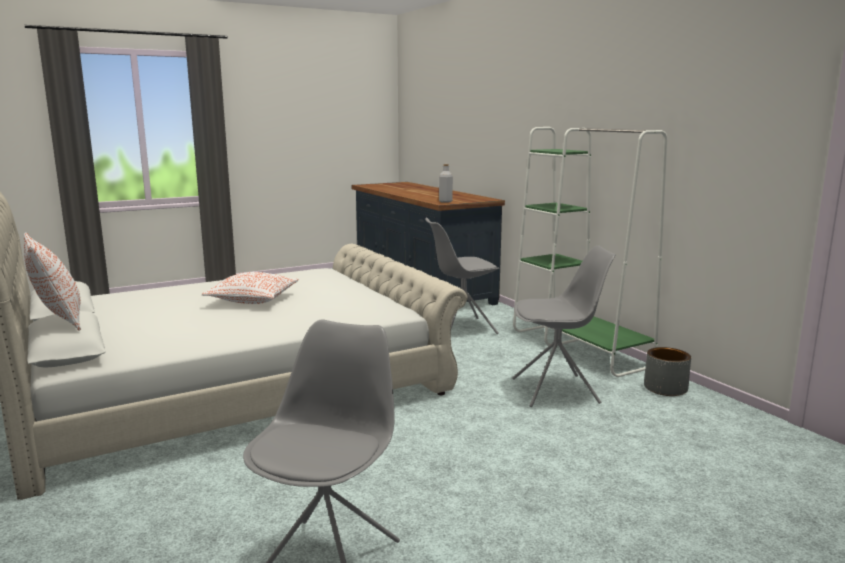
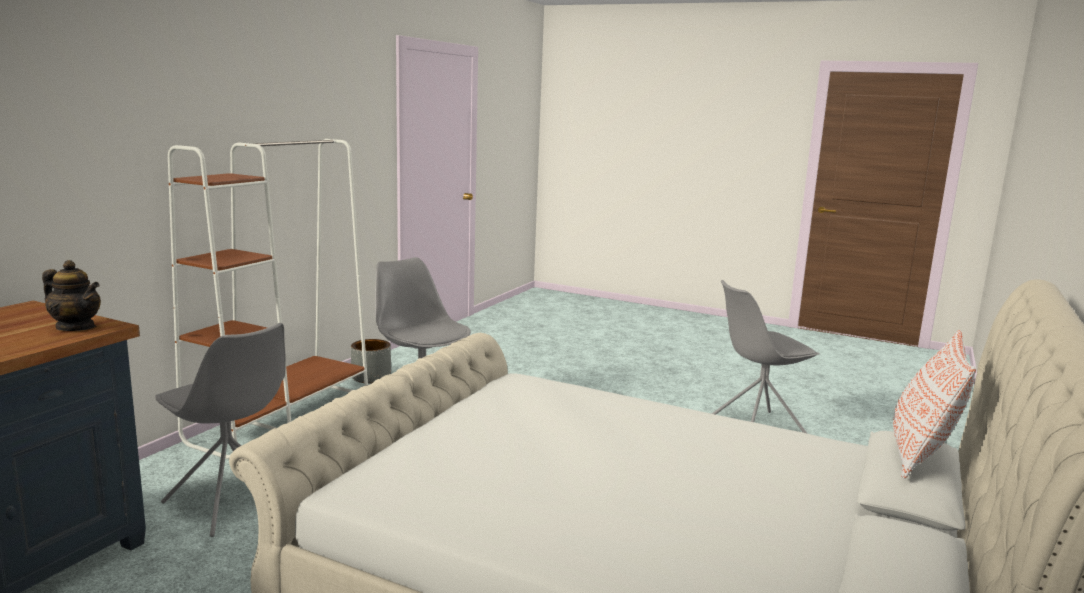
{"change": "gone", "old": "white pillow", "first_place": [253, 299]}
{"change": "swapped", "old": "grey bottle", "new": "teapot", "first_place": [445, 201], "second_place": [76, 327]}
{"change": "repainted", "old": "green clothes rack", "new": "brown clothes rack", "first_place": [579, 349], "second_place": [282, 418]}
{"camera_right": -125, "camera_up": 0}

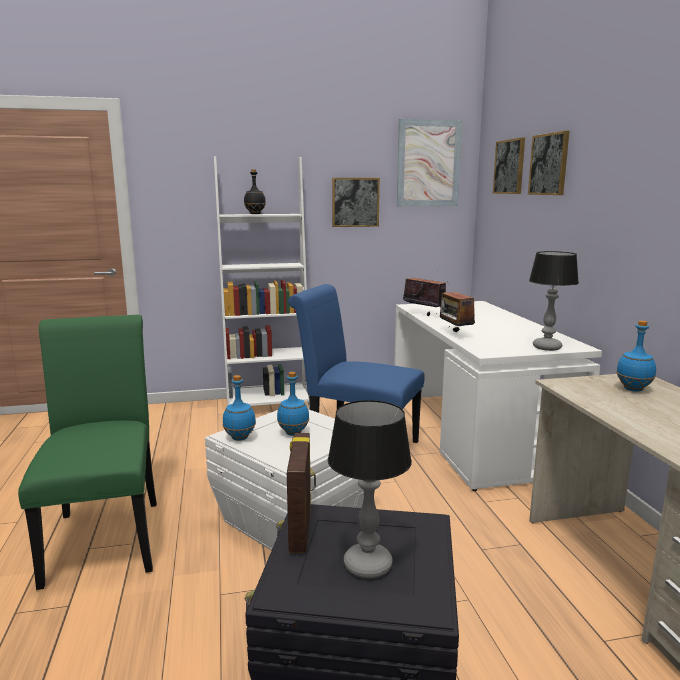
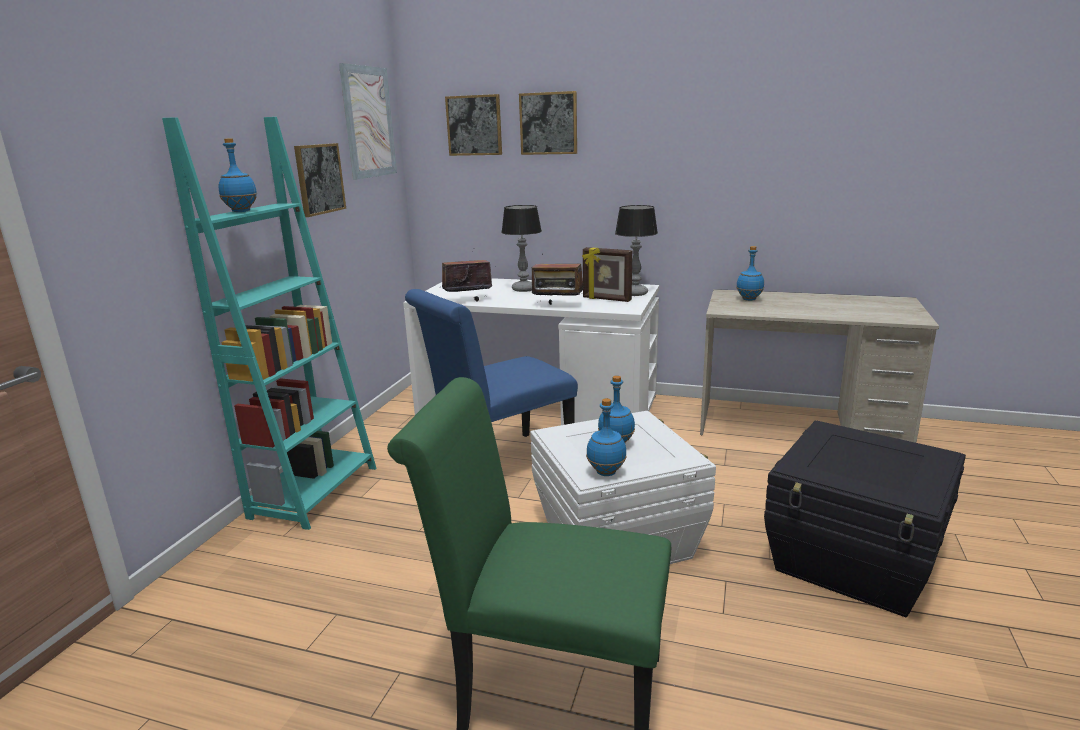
{"change": "shifted", "old": "picture frame", "first_place": [299, 528], "second_place": [606, 299]}
{"change": "shifted", "old": "table lamp", "first_place": [368, 564], "second_place": [523, 289]}
{"change": "repainted", "old": "white bookcase", "new": "turquoise bookcase", "first_place": [268, 405], "second_place": [314, 492]}
{"change": "repainted", "old": "black bottle", "new": "blue bottle", "first_place": [255, 214], "second_place": [242, 211]}
{"camera_right": -60, "camera_up": 5}

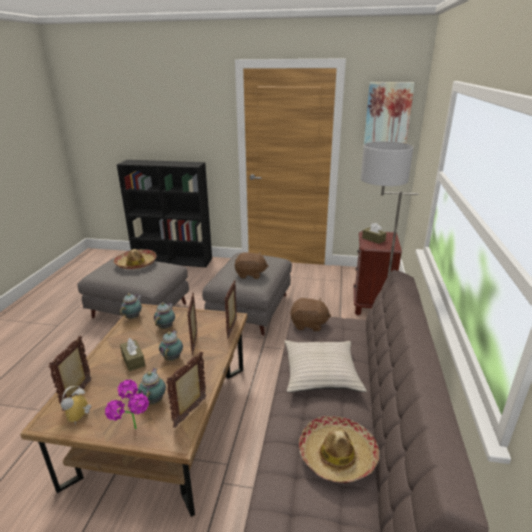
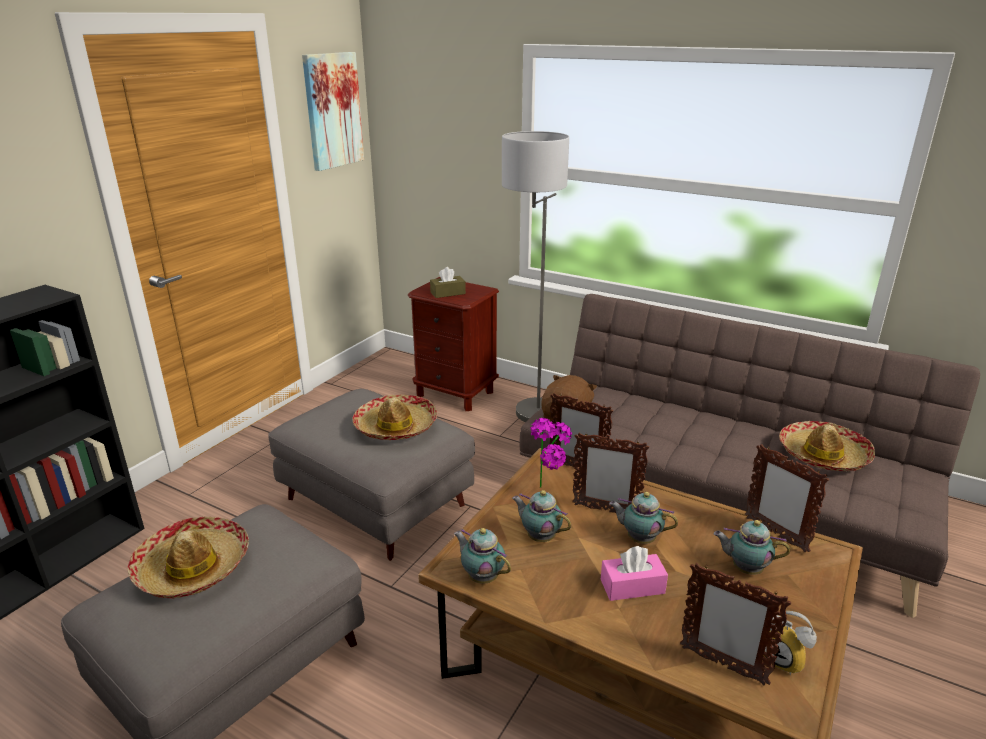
{"change": "gone", "old": "beige pillow", "first_place": [321, 373]}
{"change": "shifted", "old": "potted plant", "first_place": [135, 435], "second_place": [550, 488]}
{"change": "swapped", "old": "brown plush toy", "new": "hat", "first_place": [250, 274], "second_place": [396, 427]}
{"change": "repainted", "old": "brown tissue box", "new": "pink tissue box", "first_place": [133, 360], "second_place": [632, 586]}
{"camera_right": -70, "camera_up": 0}

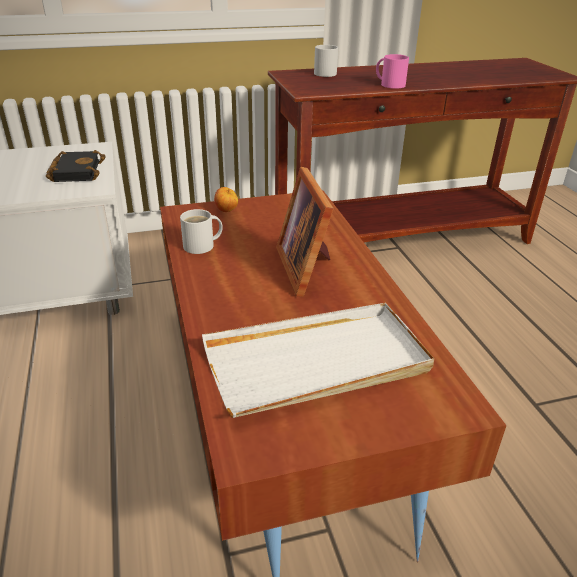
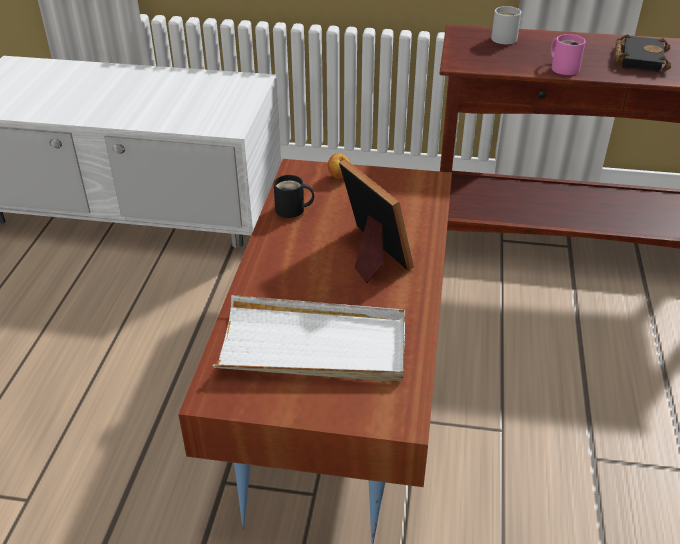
{"change": "shifted", "old": "black book", "first_place": [75, 171], "second_place": [638, 58]}
{"change": "repainted", "old": "white mug", "new": "black mug", "first_place": [202, 246], "second_place": [292, 210]}
{"change": "rotated", "old": "picture frame", "first_place": [307, 267], "second_place": [371, 255], "degrees": 135}
{"camera_right": 25, "camera_up": 5}

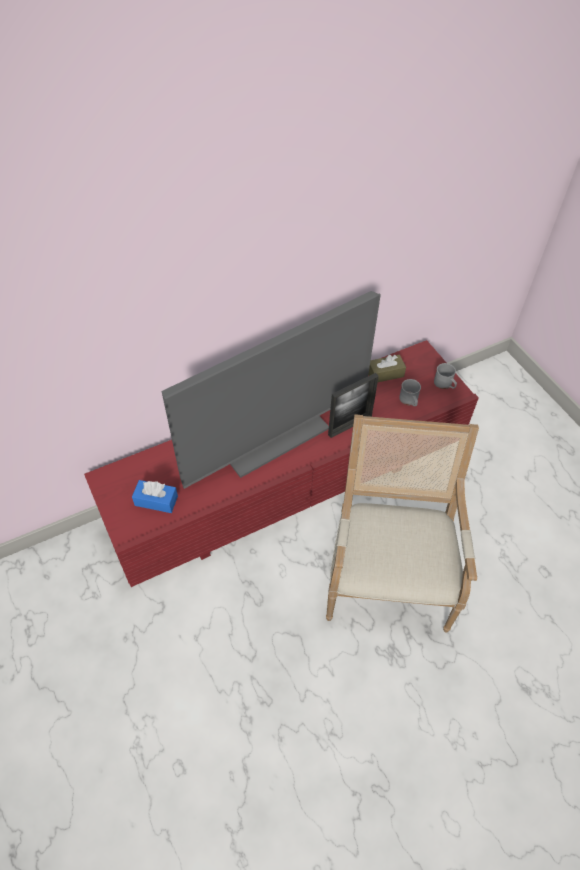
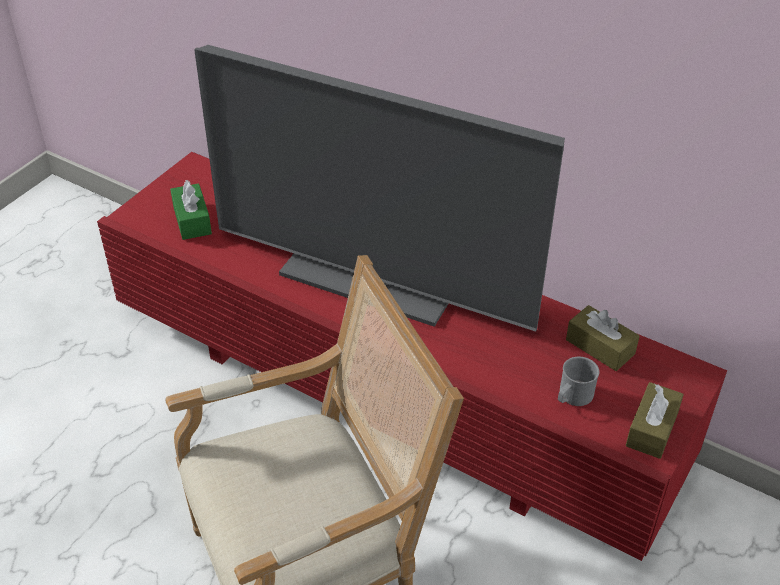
{"change": "gone", "old": "picture frame", "first_place": [350, 425]}
{"change": "swapped", "old": "grey mug", "new": "brown tissue box", "first_place": [444, 384], "second_place": [652, 429]}
{"change": "repainted", "old": "blue tissue box", "new": "green tissue box", "first_place": [156, 501], "second_place": [192, 220]}
{"camera_right": 60, "camera_up": -10}

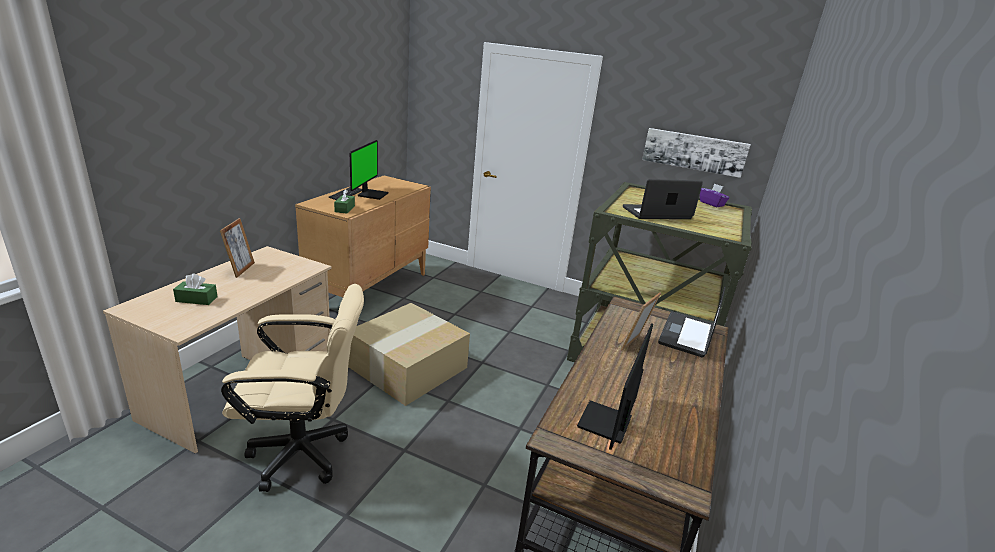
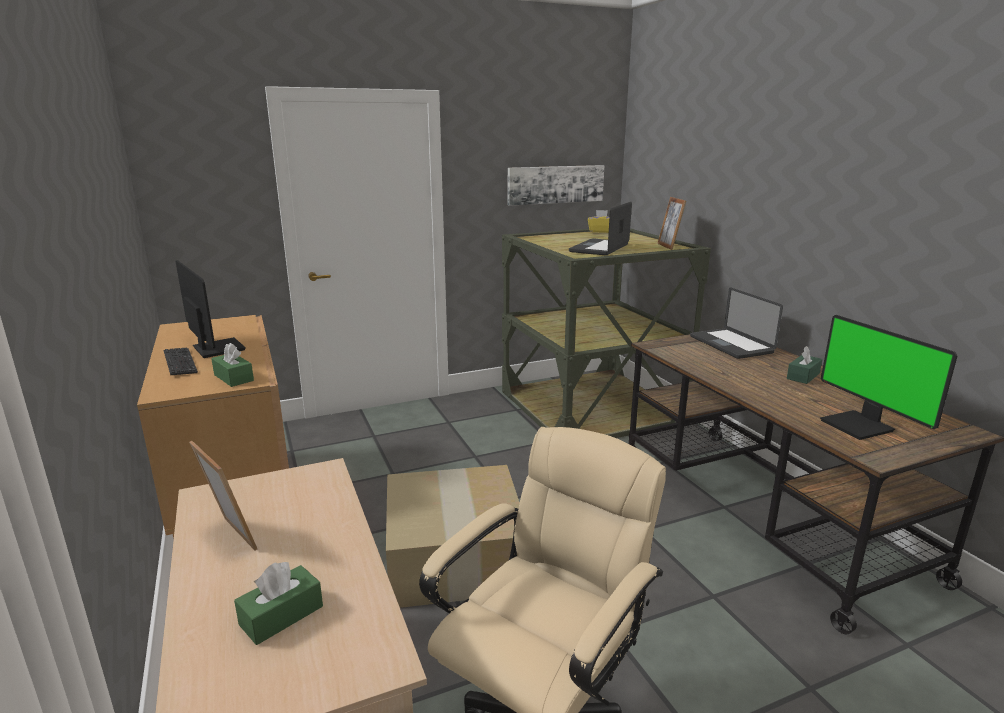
{"change": "new", "new": "green tissue box", "second_place": [803, 376]}
{"change": "shifted", "old": "picture frame", "first_place": [635, 344], "second_place": [669, 246]}
{"change": "repainted", "old": "purple tissue box", "new": "yellow tissue box", "first_place": [711, 204], "second_place": [600, 231]}
{"camera_right": -45, "camera_up": -5}

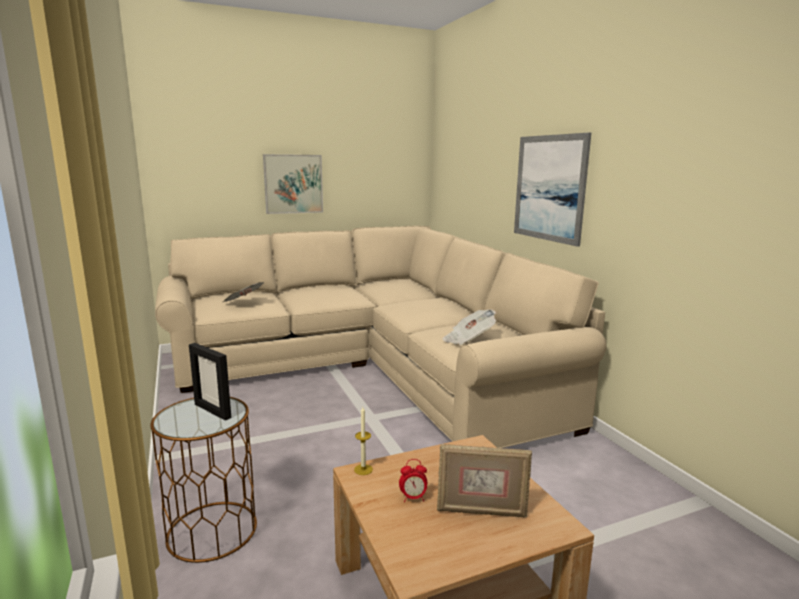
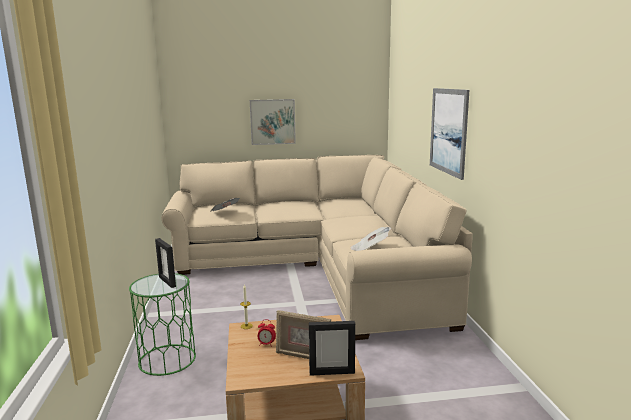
{"change": "new", "new": "picture frame", "second_place": [332, 372]}
{"change": "repainted", "old": "brown side table", "new": "green side table", "first_place": [213, 530], "second_place": [167, 359]}
{"camera_right": 15, "camera_up": 0}

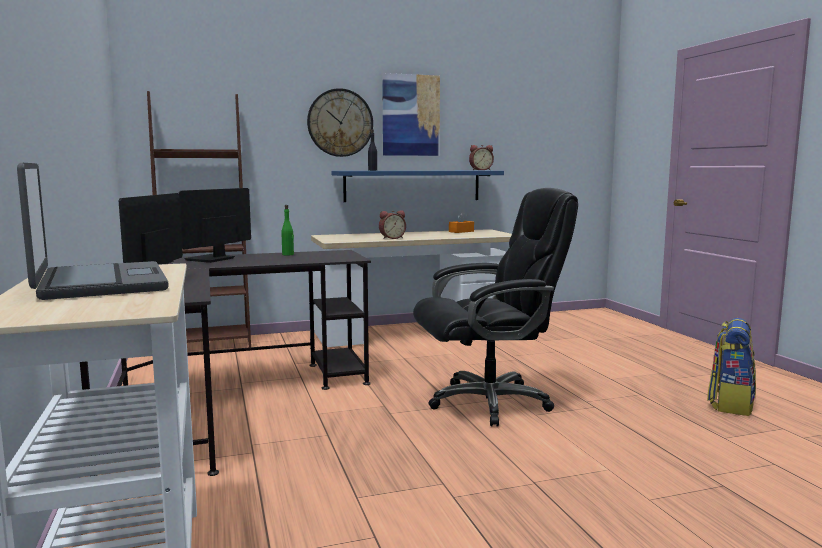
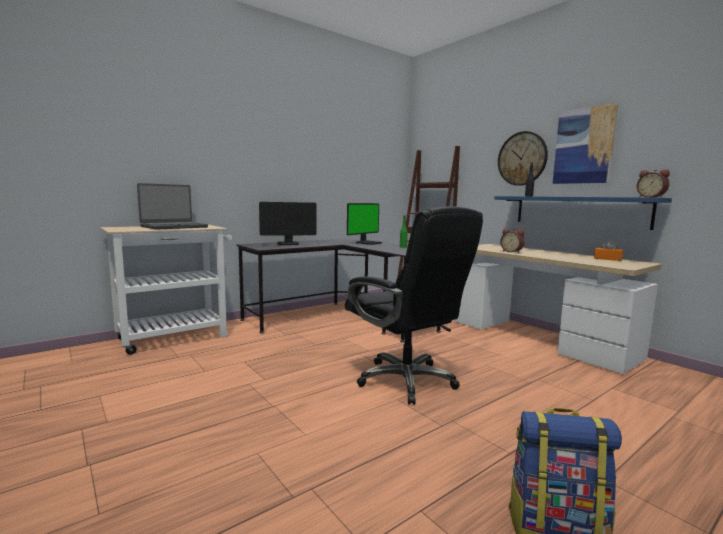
{"change": "rotated", "old": "monitor", "first_place": [211, 259], "second_place": [368, 243], "degrees": 120}
{"camera_right": 70, "camera_up": 0}

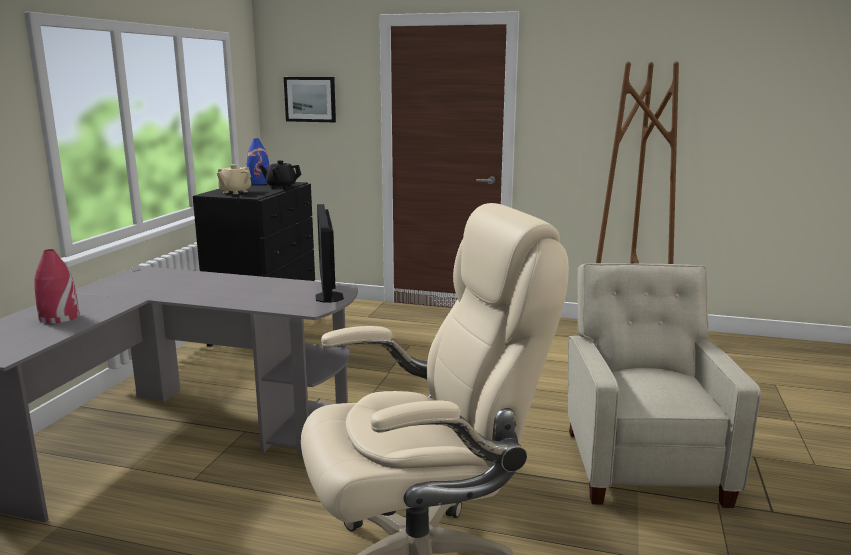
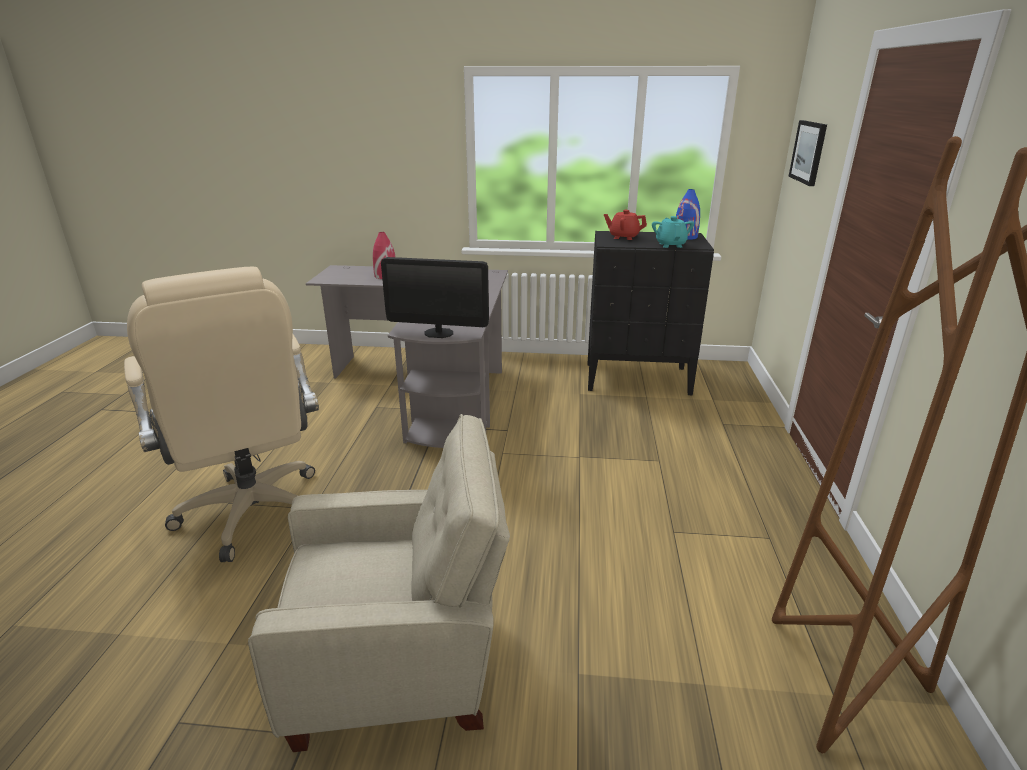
{"change": "repainted", "old": "beige teapot", "new": "red teapot", "first_place": [235, 192], "second_place": [623, 237]}
{"change": "repainted", "old": "black teapot", "new": "turquoise teapot", "first_place": [281, 187], "second_place": [670, 245]}
{"change": "rotated", "old": "monitor", "first_place": [329, 297], "second_place": [438, 333], "degrees": -150}
{"camera_right": 80, "camera_up": 10}

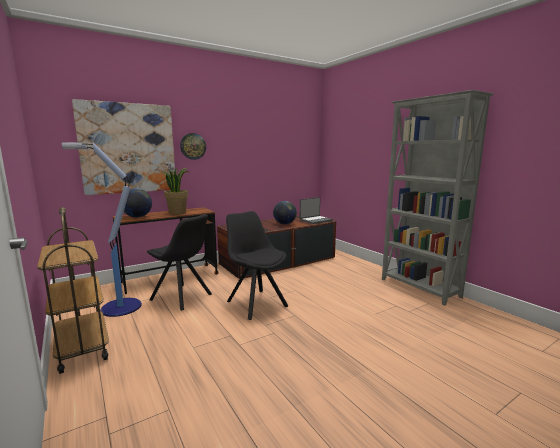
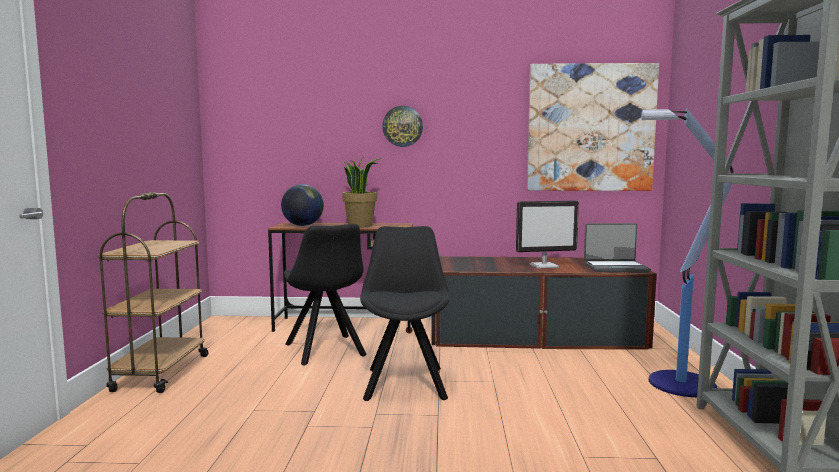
{"change": "shifted", "old": "floor lamp", "first_place": [119, 307], "second_place": [679, 384]}
{"change": "shifted", "old": "picture", "first_place": [128, 148], "second_place": [590, 128]}
{"change": "swapped", "old": "globe", "new": "monitor", "first_place": [284, 224], "second_place": [544, 266]}
{"camera_right": 35, "camera_up": -5}

